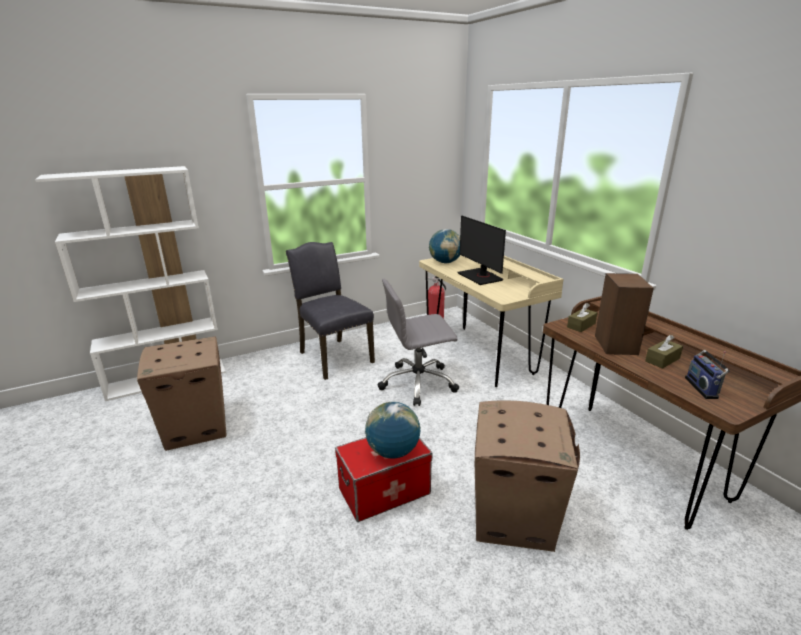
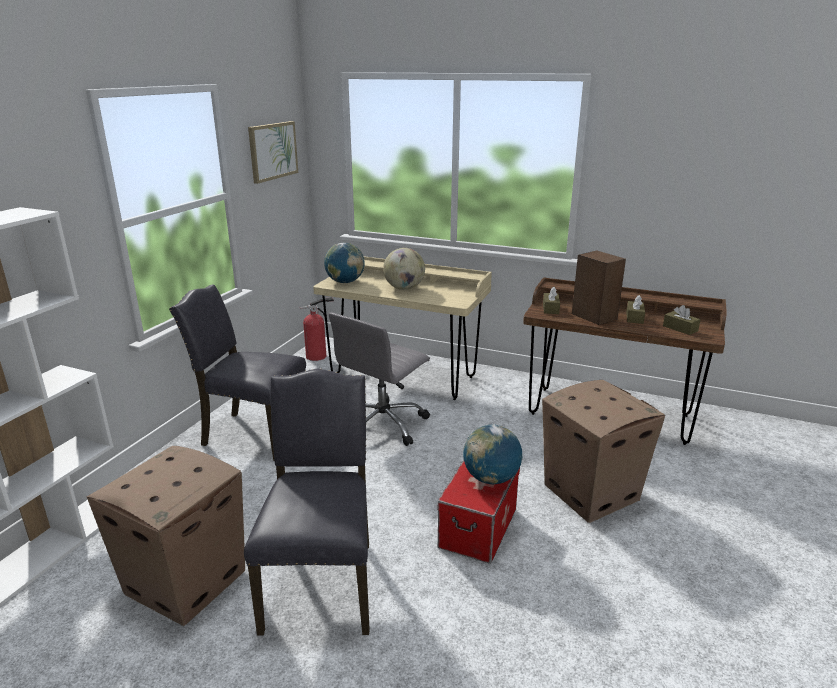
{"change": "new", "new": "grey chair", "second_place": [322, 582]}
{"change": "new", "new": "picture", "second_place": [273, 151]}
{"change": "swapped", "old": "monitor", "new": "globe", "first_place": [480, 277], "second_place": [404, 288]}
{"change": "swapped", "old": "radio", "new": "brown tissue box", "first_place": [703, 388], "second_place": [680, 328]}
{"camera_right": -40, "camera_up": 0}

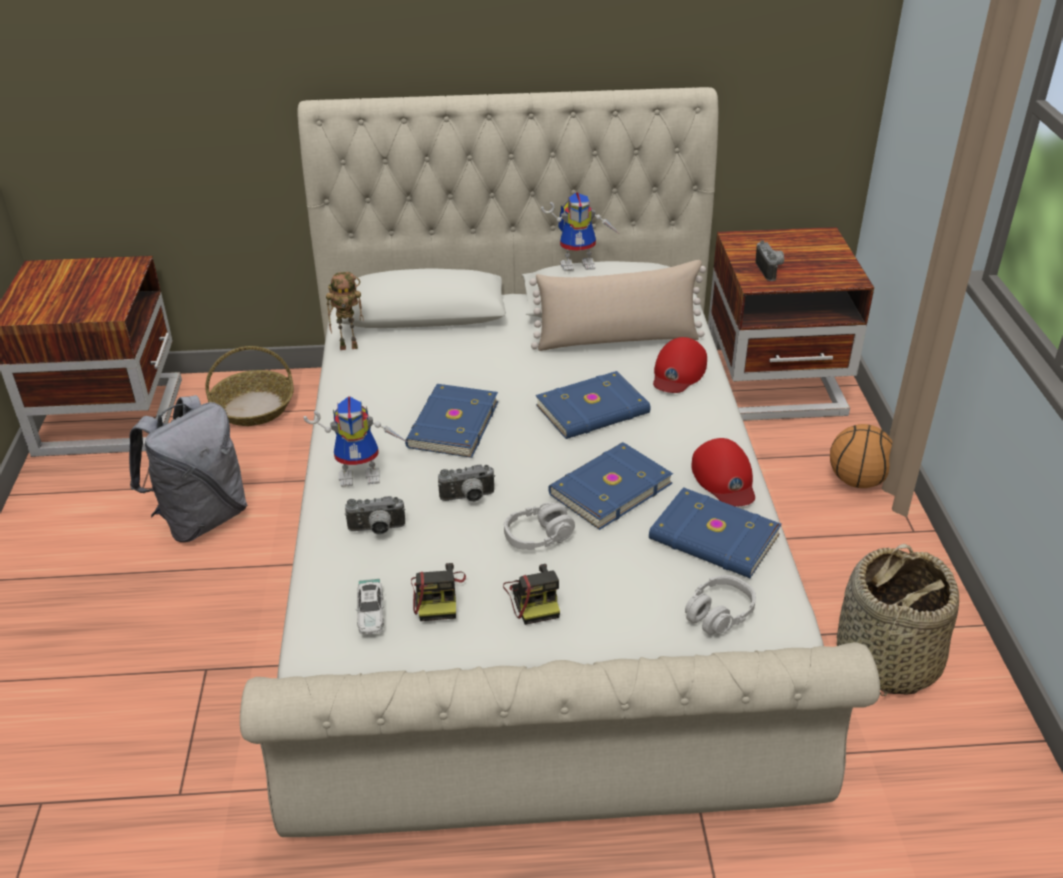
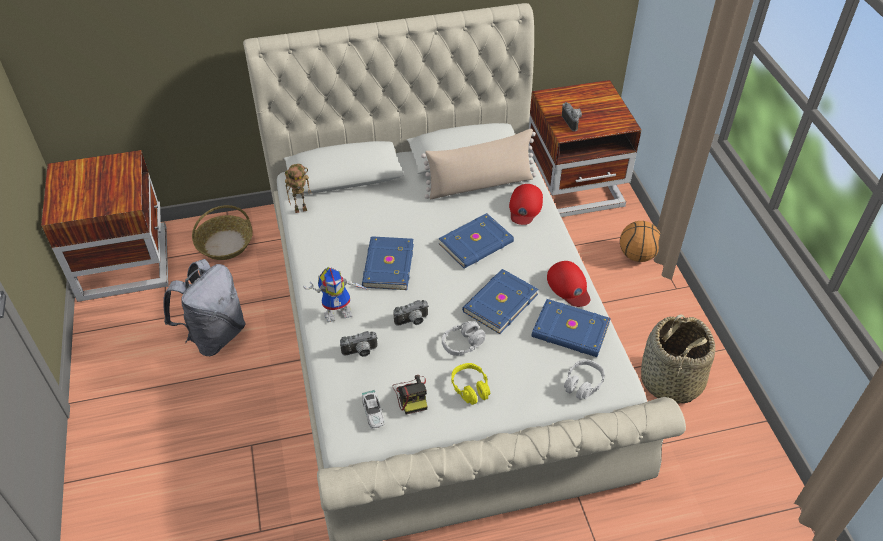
{"change": "gone", "old": "toy robot", "first_place": [580, 263]}
{"change": "swapped", "old": "photo camera", "new": "yellow headphones", "first_place": [534, 598], "second_place": [470, 388]}
{"camera_right": -10, "camera_up": 10}

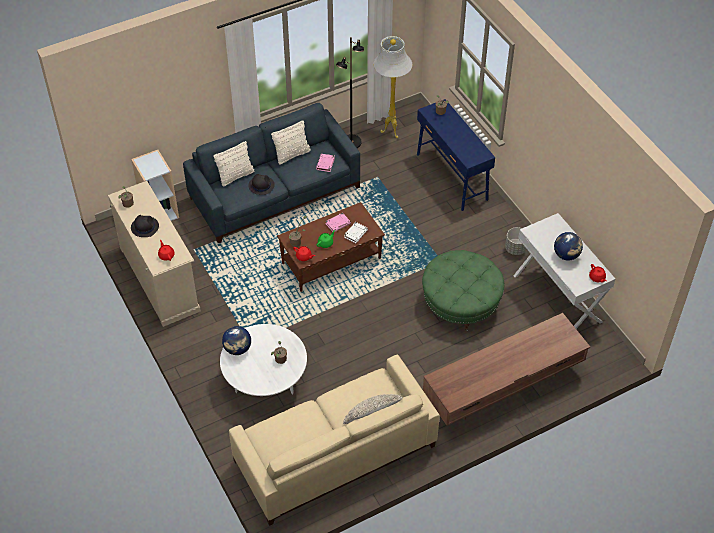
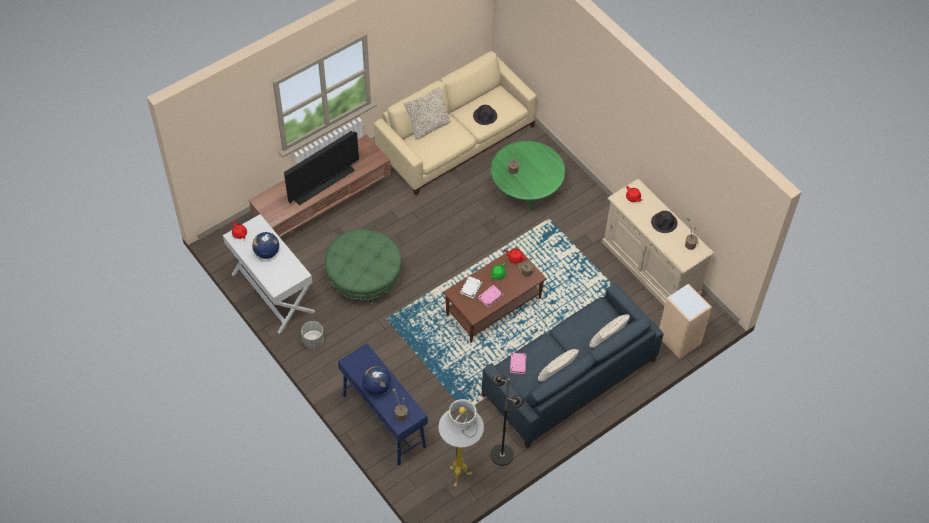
{"change": "new", "new": "television", "second_place": [323, 183]}
{"change": "shifted", "old": "globe", "first_place": [237, 349], "second_place": [376, 387]}
{"change": "shifted", "old": "black hat", "first_place": [261, 185], "second_place": [485, 116]}
{"change": "repainted", "old": "white coffee table", "new": "green coffee table", "first_place": [265, 380], "second_place": [526, 189]}
{"camera_right": 170, "camera_up": 5}

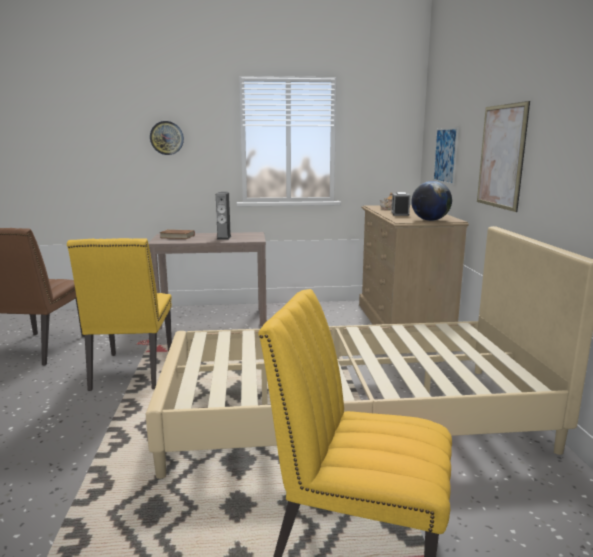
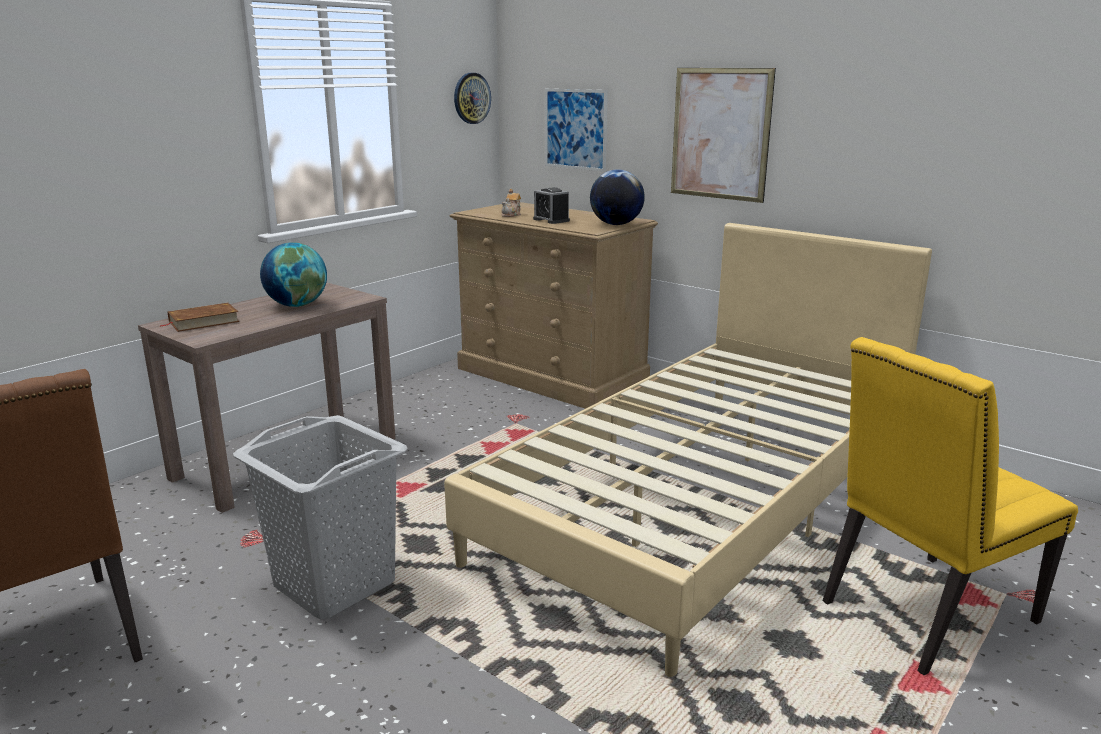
{"change": "shifted", "old": "wall clock", "first_place": [167, 138], "second_place": [471, 98]}
{"change": "swapped", "old": "yellow chair", "new": "grey laundry basket", "first_place": [132, 370], "second_place": [334, 585]}
{"change": "swapped", "old": "speaker", "new": "globe", "first_place": [224, 237], "second_place": [297, 305]}
{"camera_right": -45, "camera_up": 5}

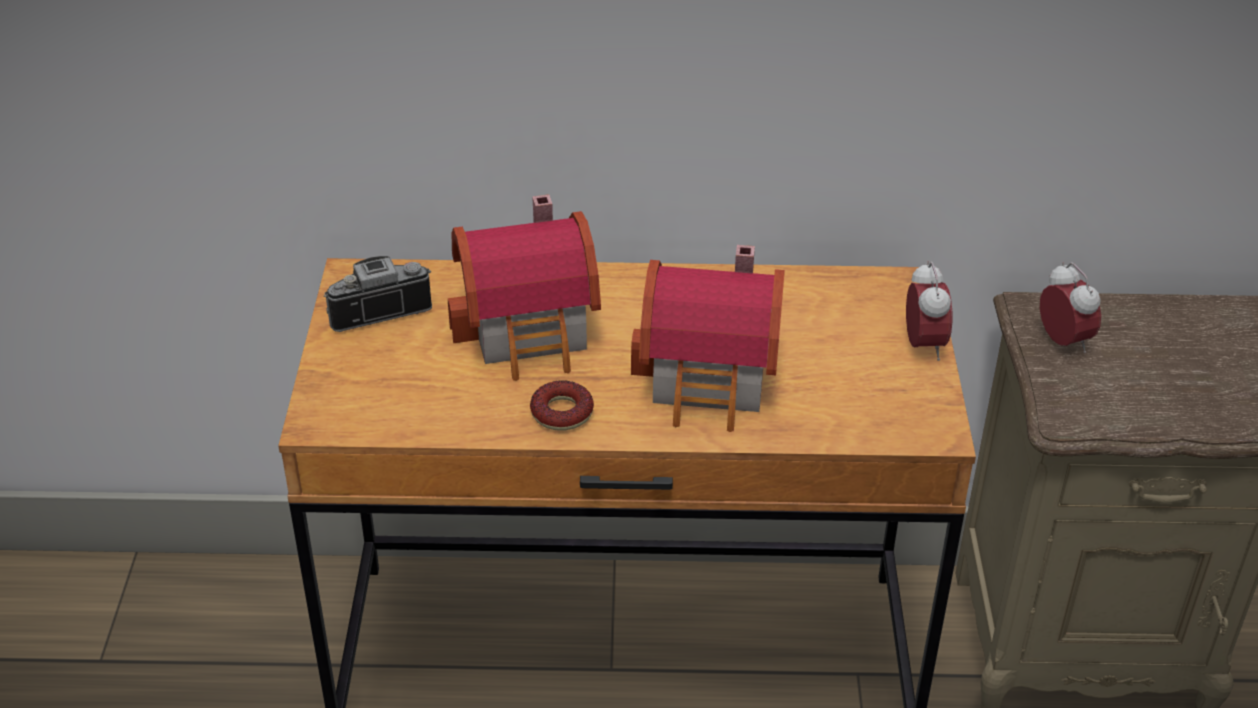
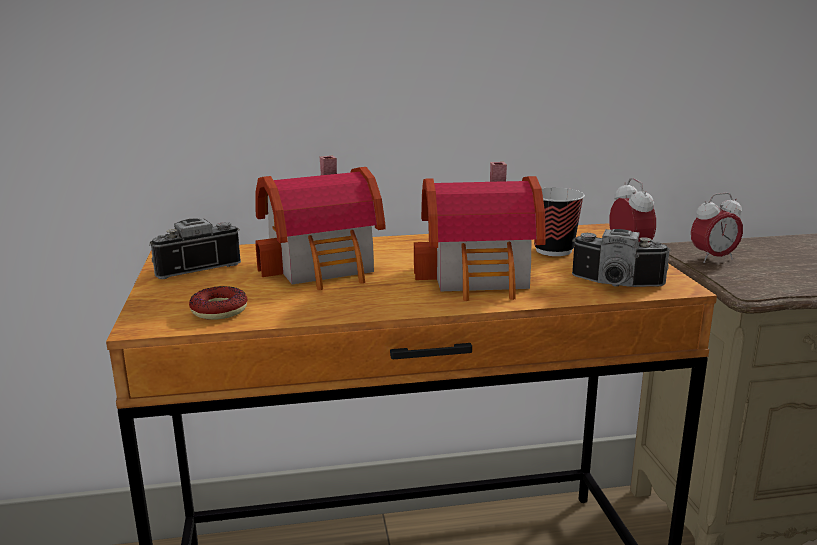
{"change": "new", "new": "cup", "second_place": [553, 250]}
{"change": "new", "new": "photo camera", "second_place": [615, 285]}
{"change": "shifted", "old": "donut", "first_place": [562, 412], "second_place": [219, 310]}
{"change": "rotated", "old": "alarm clock", "first_place": [1063, 342], "second_place": [713, 258], "degrees": 105}
{"camera_right": -10, "camera_up": -20}

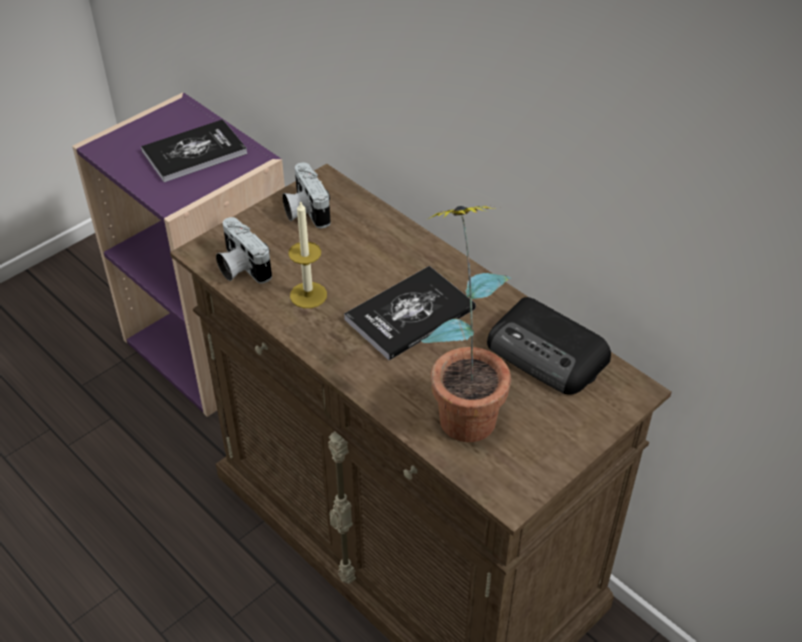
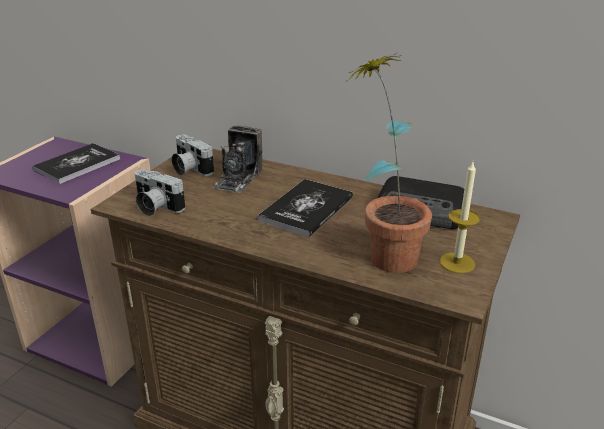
{"change": "new", "new": "photo camera", "second_place": [238, 178]}
{"change": "shifted", "old": "candle", "first_place": [308, 295], "second_place": [457, 263]}
{"camera_right": -20, "camera_up": -15}

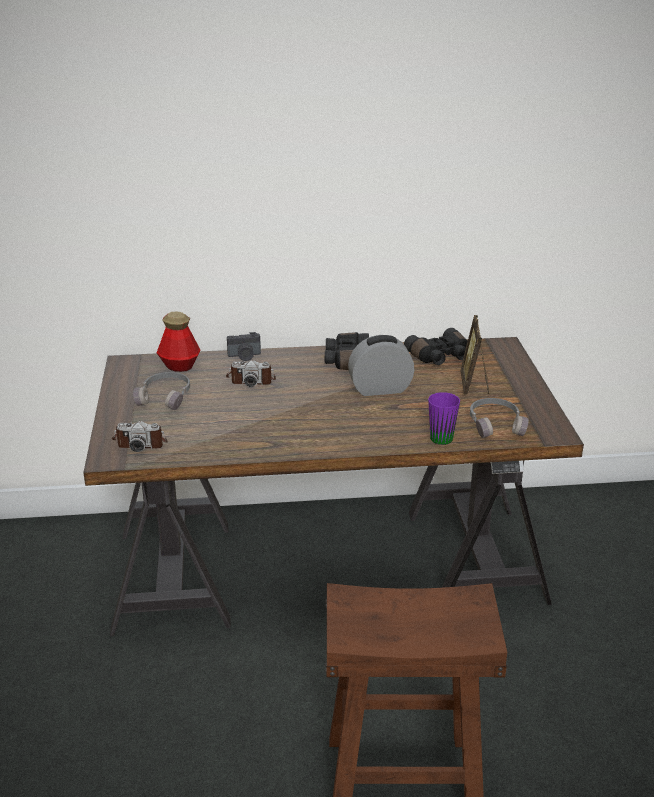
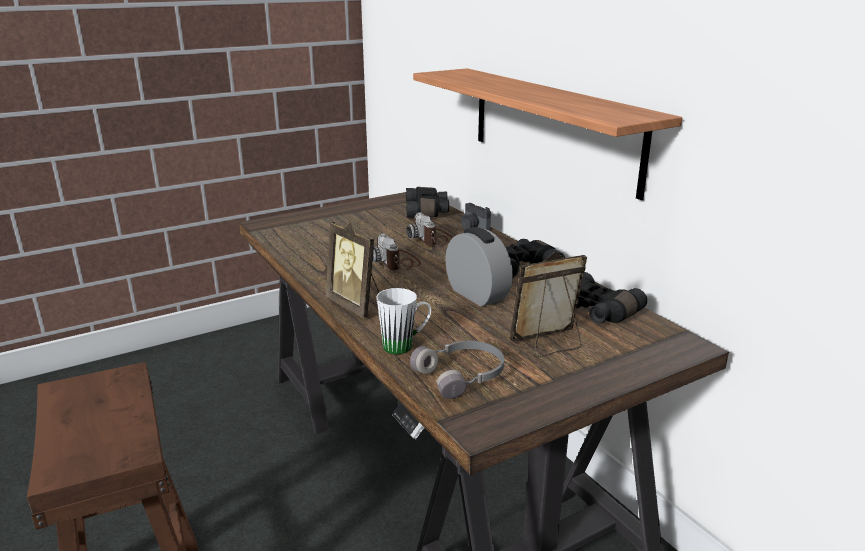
{"change": "gone", "old": "grey headphones", "first_place": [166, 397]}
{"change": "new", "new": "picture frame", "second_place": [357, 305]}
{"change": "new", "new": "shelf", "second_place": [553, 128]}
{"change": "shifted", "old": "photo camera", "first_place": [141, 442], "second_place": [396, 262]}
{"change": "swapped", "old": "bottle", "new": "black binoculars", "first_place": [179, 366], "second_place": [427, 211]}
{"change": "repainted", "old": "purple mug", "new": "white mug", "first_place": [441, 435], "second_place": [405, 346]}
{"camera_right": 65, "camera_up": -5}

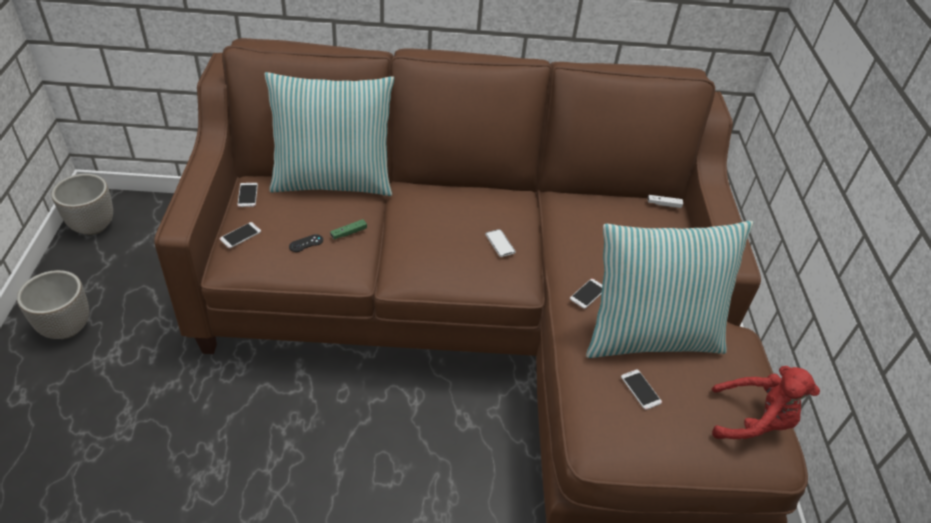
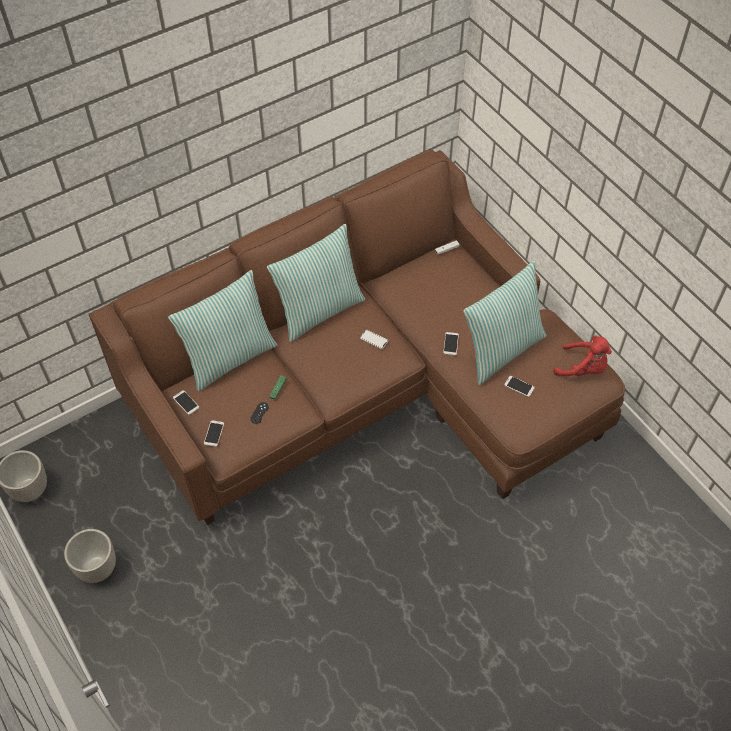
{"change": "new", "new": "pillow", "second_place": [319, 310]}
{"change": "rotated", "old": "red plush toy", "first_place": [753, 421], "second_place": [583, 369], "degrees": 45}
{"camera_right": -30, "camera_up": 10}

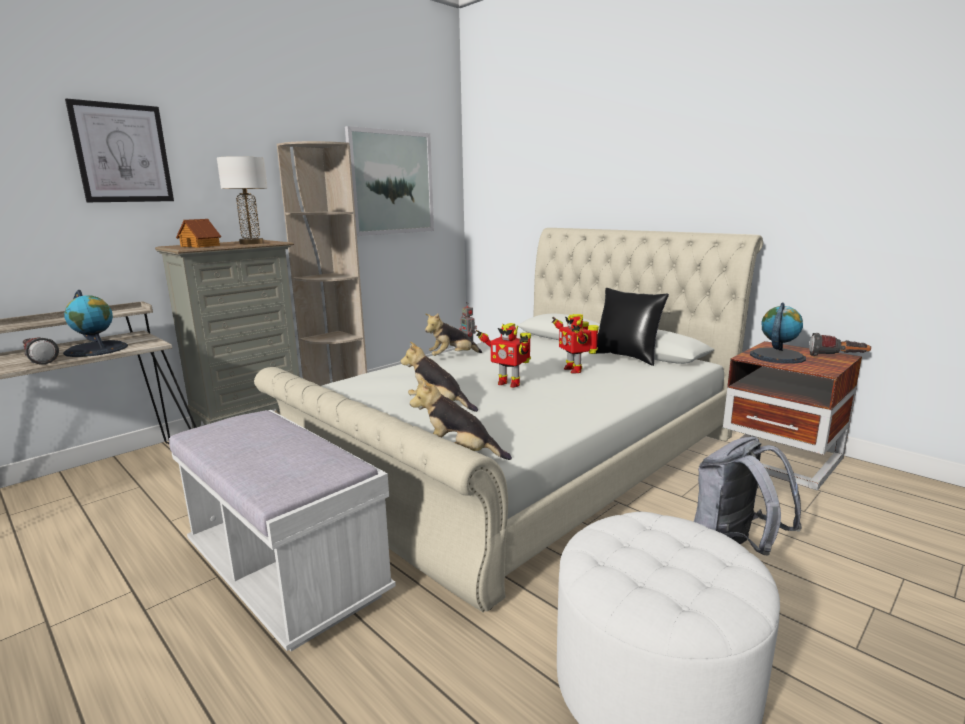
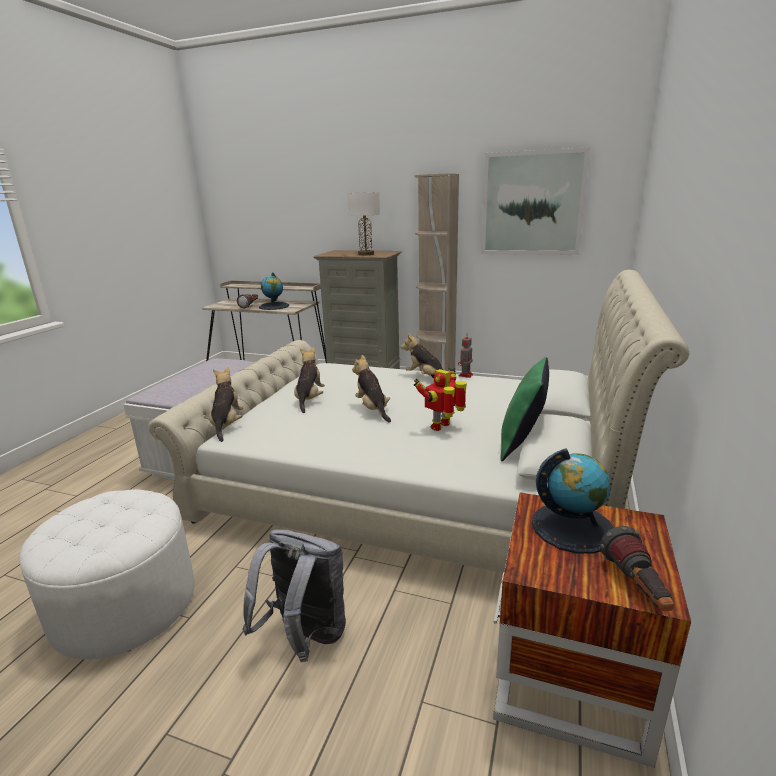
{"change": "gone", "old": "picture", "first_place": [122, 153]}
{"change": "gone", "old": "toy house", "first_place": [201, 246]}
{"change": "swapped", "old": "toy robot", "new": "plush toy", "first_place": [509, 383], "second_place": [372, 409]}
{"change": "repainted", "old": "black pillow", "new": "green pillow", "first_place": [626, 357], "second_place": [522, 444]}
{"camera_right": 65, "camera_up": 5}

